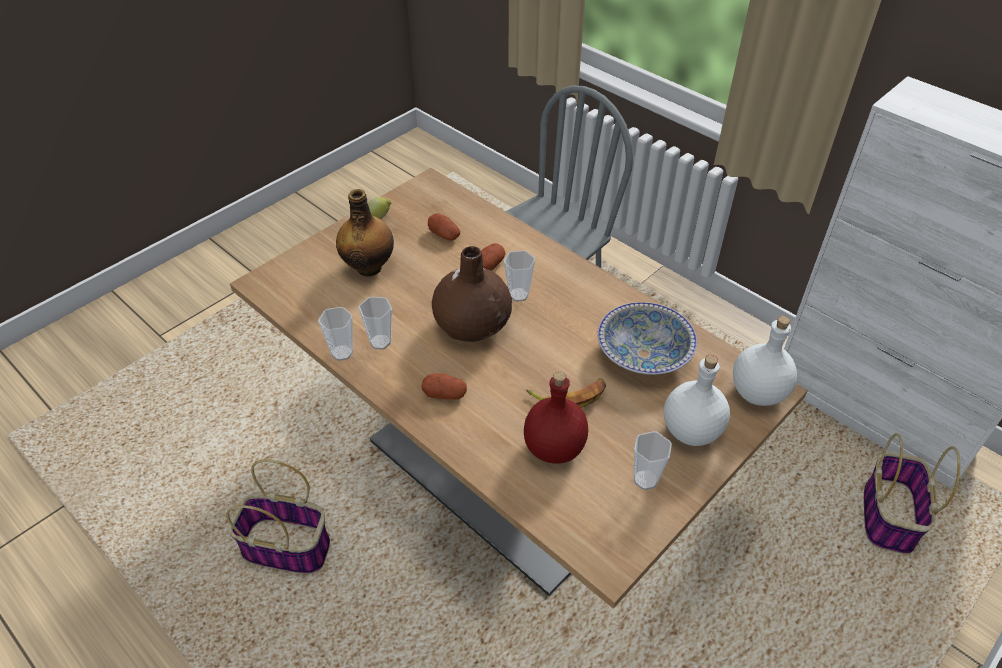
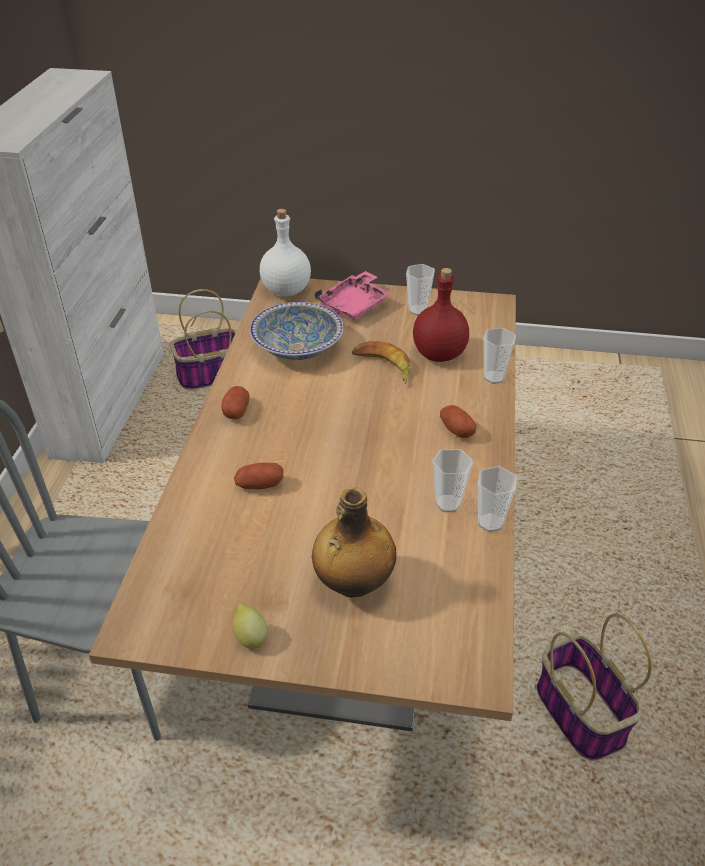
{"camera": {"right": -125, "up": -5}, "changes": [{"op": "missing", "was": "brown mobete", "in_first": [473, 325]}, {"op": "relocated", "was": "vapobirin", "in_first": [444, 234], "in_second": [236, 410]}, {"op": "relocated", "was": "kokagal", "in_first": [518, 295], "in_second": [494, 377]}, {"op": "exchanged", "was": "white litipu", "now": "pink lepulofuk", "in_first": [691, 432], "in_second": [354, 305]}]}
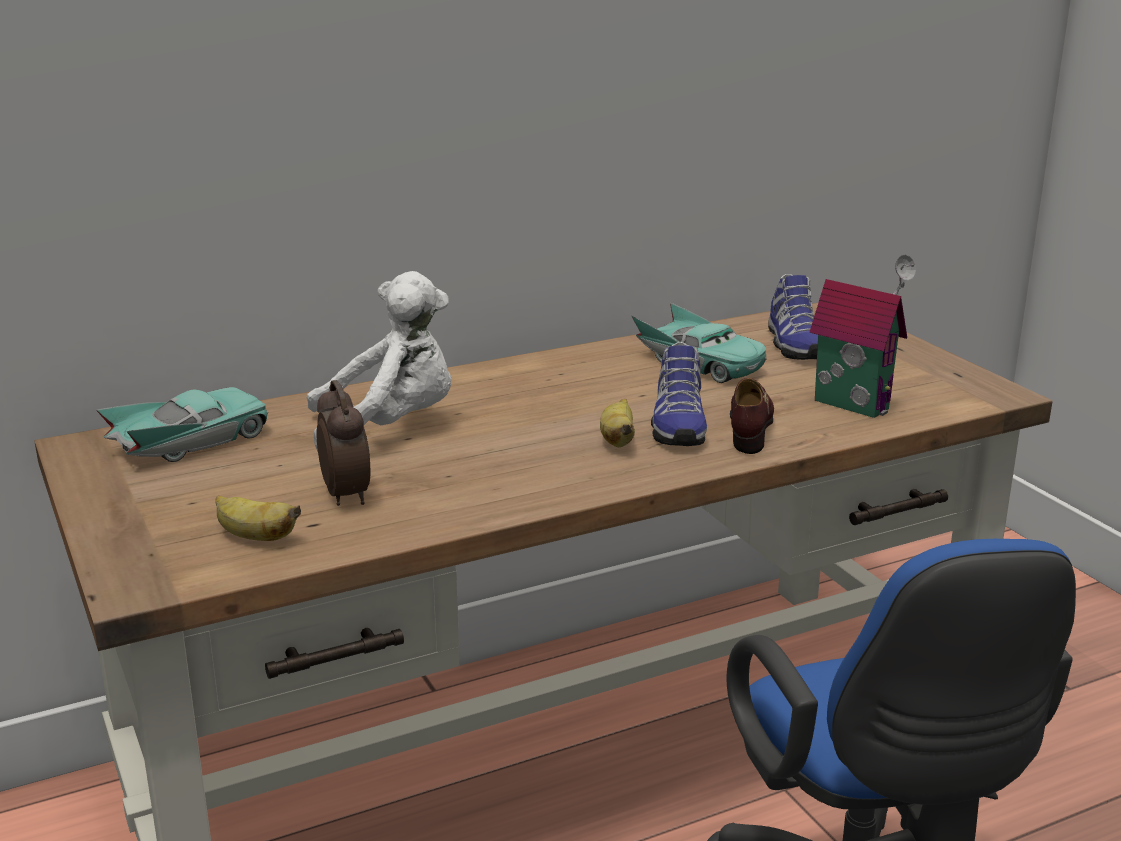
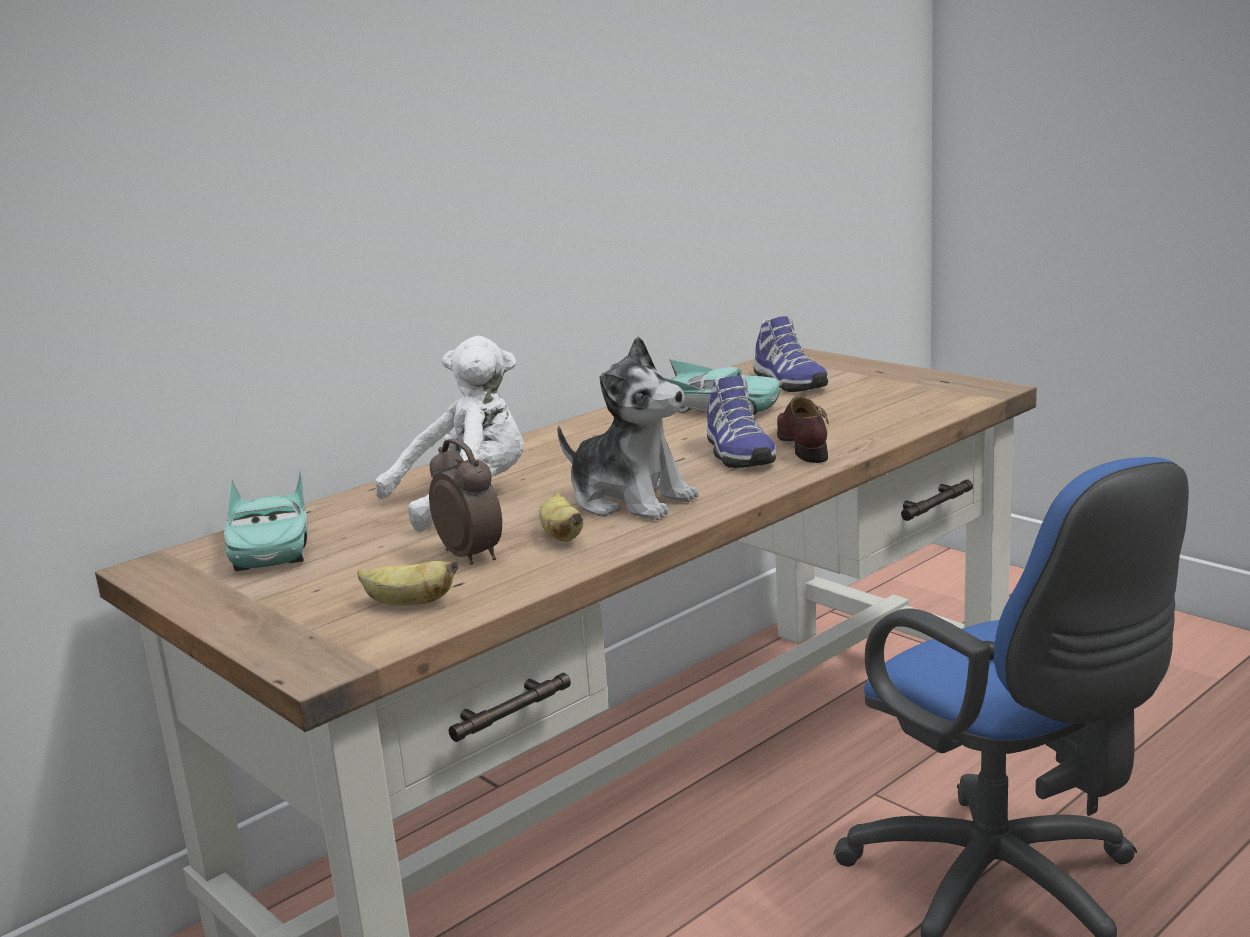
{"camera": {"right": -15, "up": -5}, "changes": [{"op": "missing", "was": "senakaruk", "in_first": [854, 403]}, {"op": "appeared", "now": "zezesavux", "in_second": [630, 500]}, {"op": "relocated", "was": "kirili", "in_first": [618, 440], "in_second": [562, 536]}, {"op": "spun", "was": "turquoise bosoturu", "in_first": [190, 443], "in_second": [271, 545], "clockwise": 135}]}
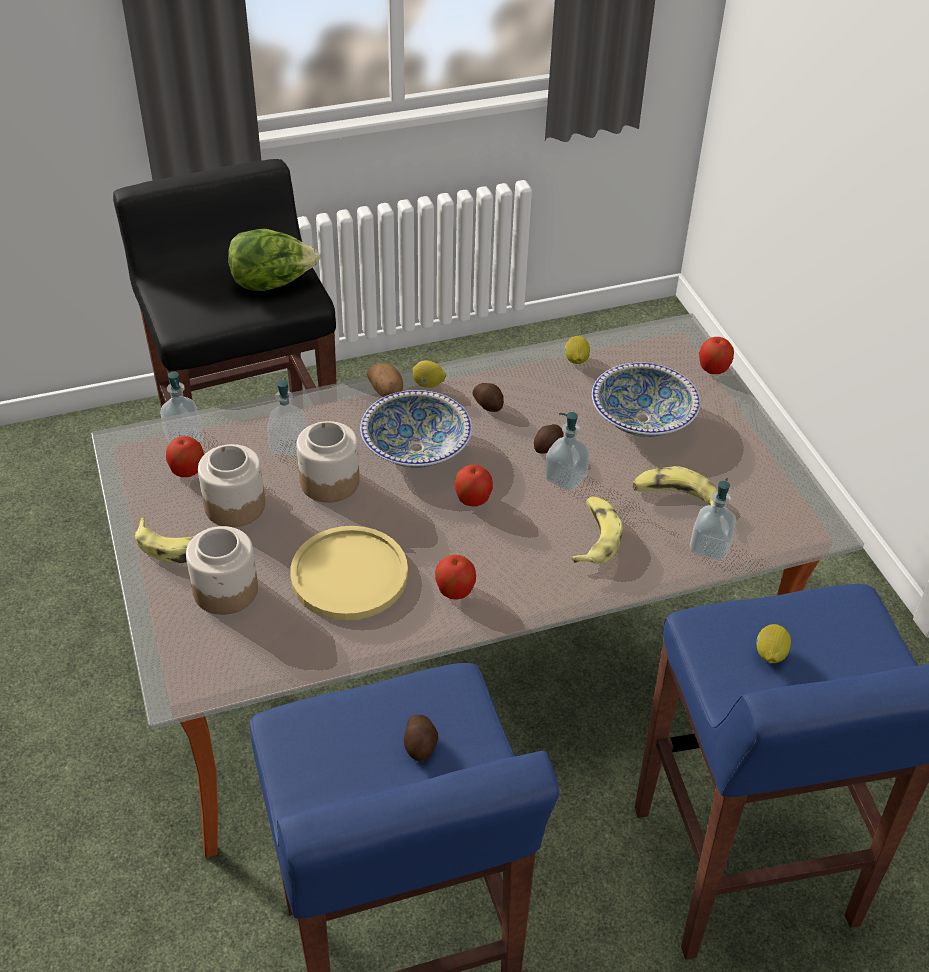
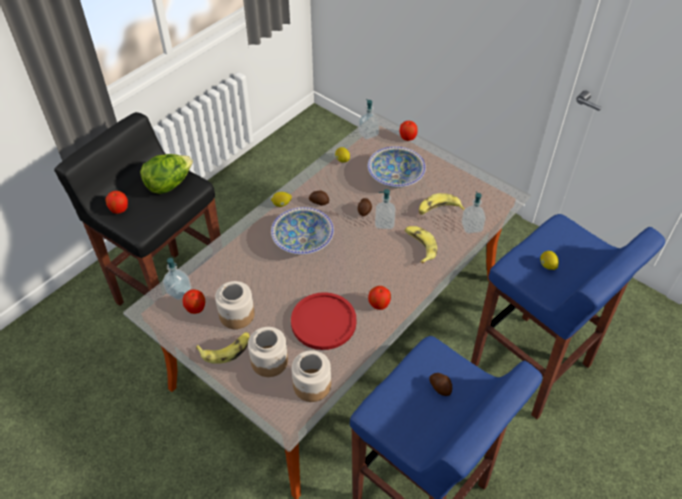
{"camera": {"right": -30, "up": 5}, "changes": [{"op": "missing", "was": "vapobirin", "in_first": [387, 392]}, {"op": "relocated", "was": "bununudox", "in_first": [289, 446], "in_second": [368, 134]}, {"op": "relocated", "was": "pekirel", "in_first": [329, 481], "in_second": [311, 385]}, {"op": "relocated", "was": "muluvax", "in_first": [473, 499], "in_second": [119, 209]}, {"op": "colour", "was": "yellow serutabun", "now": "red serutabun", "in_first": [349, 575], "in_second": [323, 322]}]}
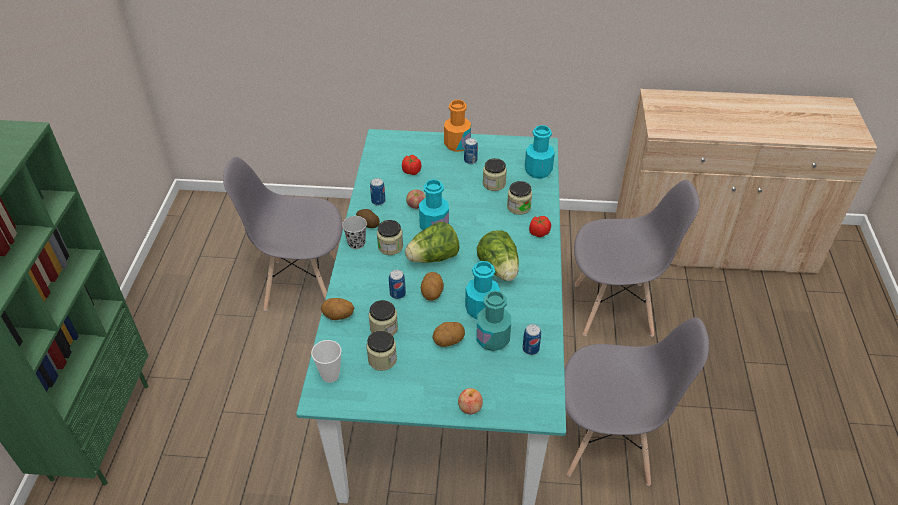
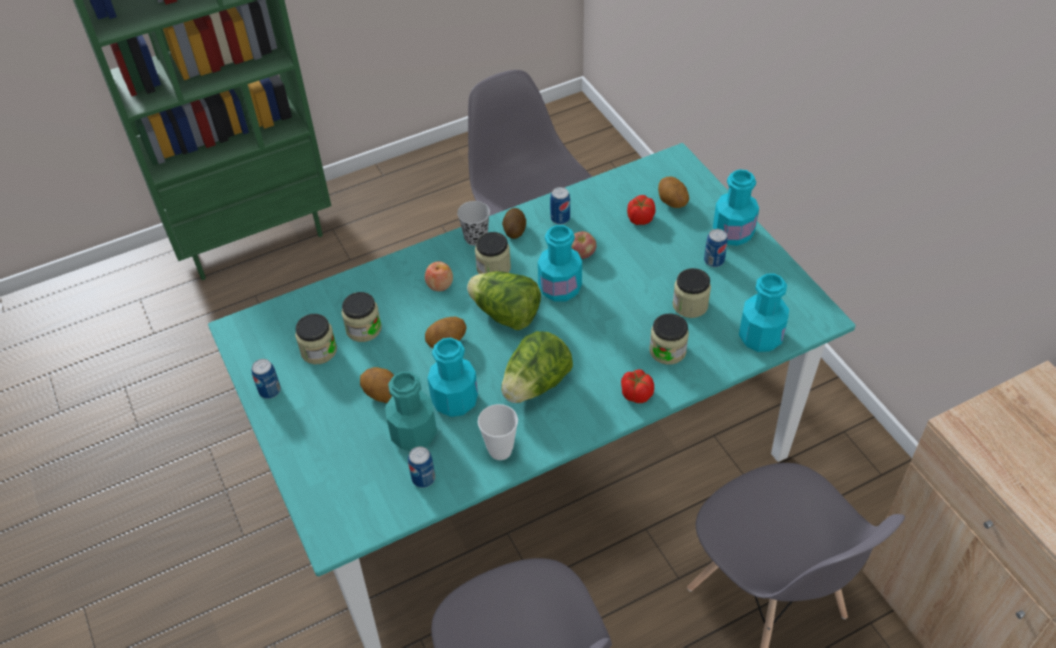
{"camera": {"right": 60, "up": 5}, "changes": [{"op": "relocated", "was": "kokagal", "in_first": [330, 375], "in_second": [500, 450]}, {"op": "relocated", "was": "vapobirin", "in_first": [338, 316], "in_second": [672, 203]}, {"op": "relocated", "was": "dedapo", "in_first": [397, 294], "in_second": [270, 390]}, {"op": "relocated", "was": "muluvax", "in_first": [470, 407], "in_second": [439, 284]}, {"op": "colour", "was": "orange litipu", "now": "turquoise litipu", "in_first": [457, 144], "in_second": [733, 233]}]}
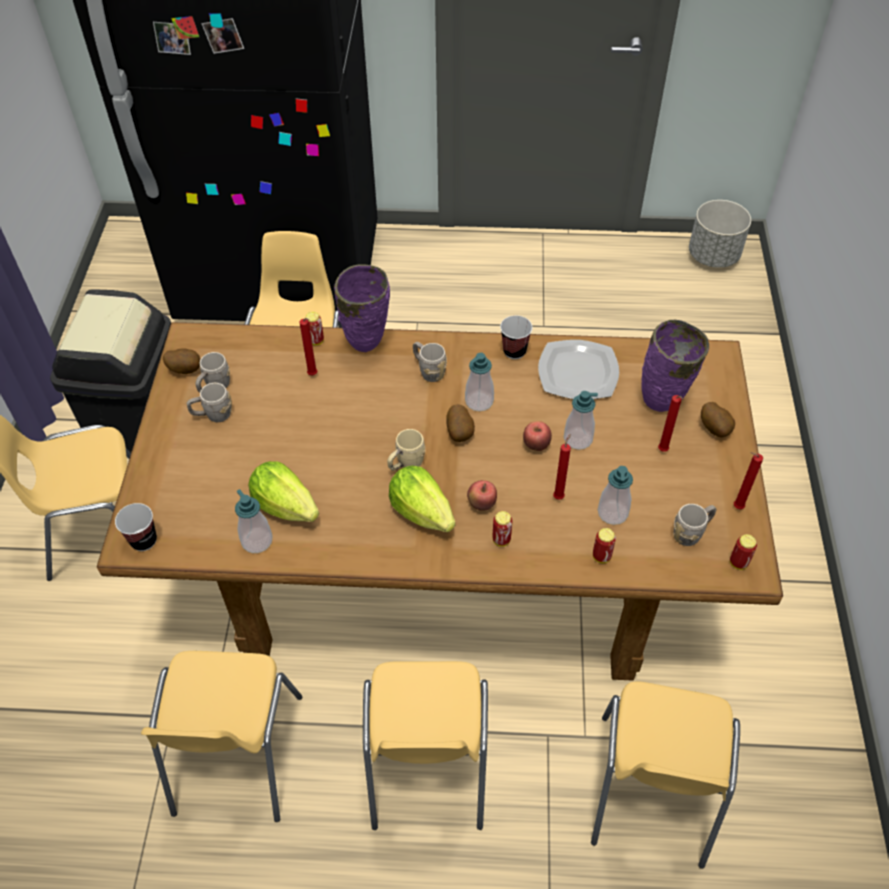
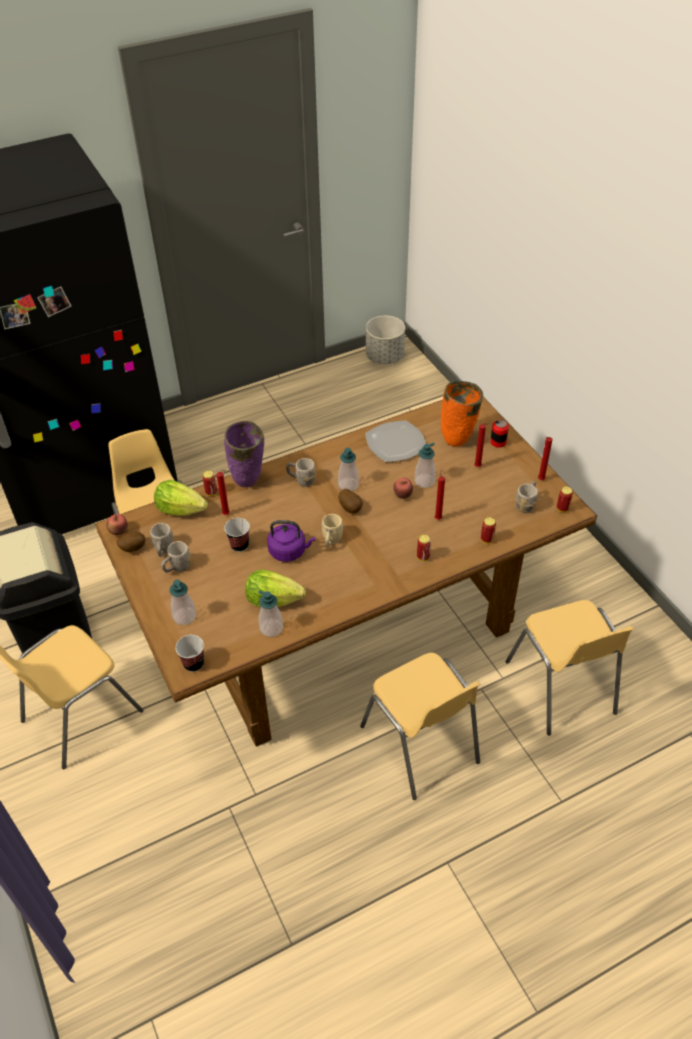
{"camera": {"right": -30, "up": -5}, "changes": [{"op": "missing", "was": "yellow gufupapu", "in_first": [236, 755]}, {"op": "appeared", "now": "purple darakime", "in_second": [289, 551]}, {"op": "relocated", "was": "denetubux", "in_first": [422, 511], "in_second": [180, 509]}, {"op": "relocated", "was": "muluvax", "in_first": [481, 504], "in_second": [119, 532]}, {"op": "relocated", "was": "kokagal", "in_first": [514, 351], "in_second": [239, 545]}, {"op": "relocated", "was": "bununudox", "in_first": [612, 512], "in_second": [184, 616]}, {"op": "exchanged", "was": "vapobirin", "now": "dedapo", "in_first": [715, 429], "in_second": [498, 442]}, {"op": "colour", "was": "purple mobete", "now": "orange mobete", "in_first": [663, 403], "in_second": [458, 440]}]}
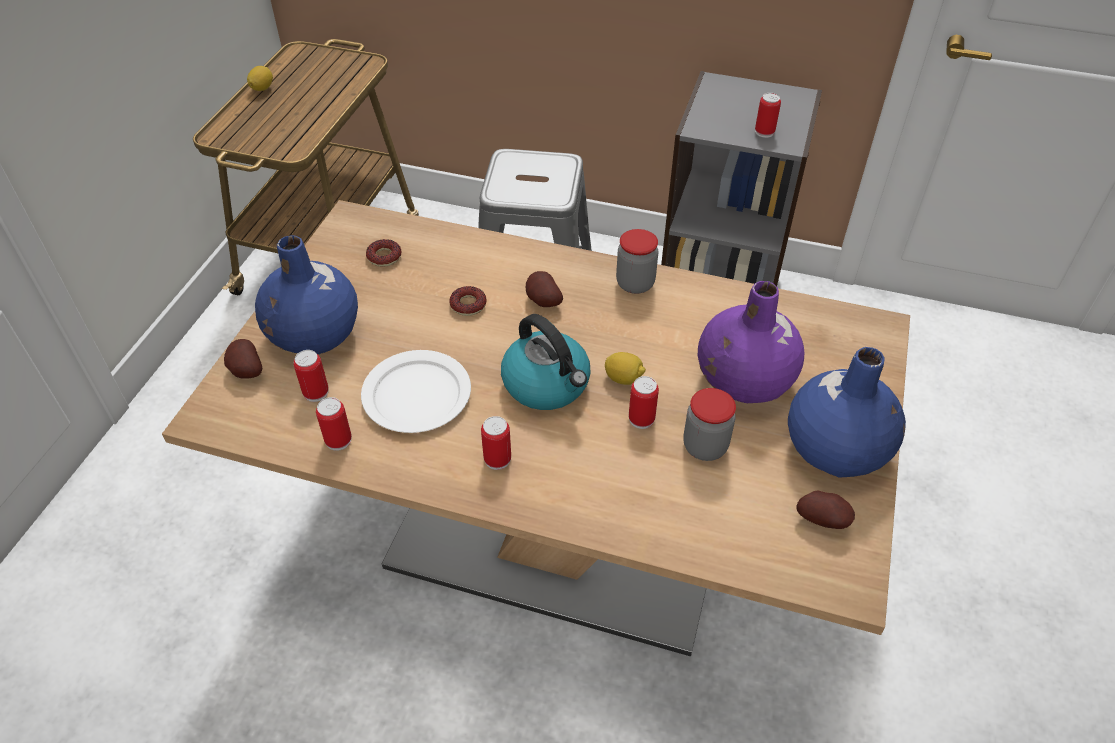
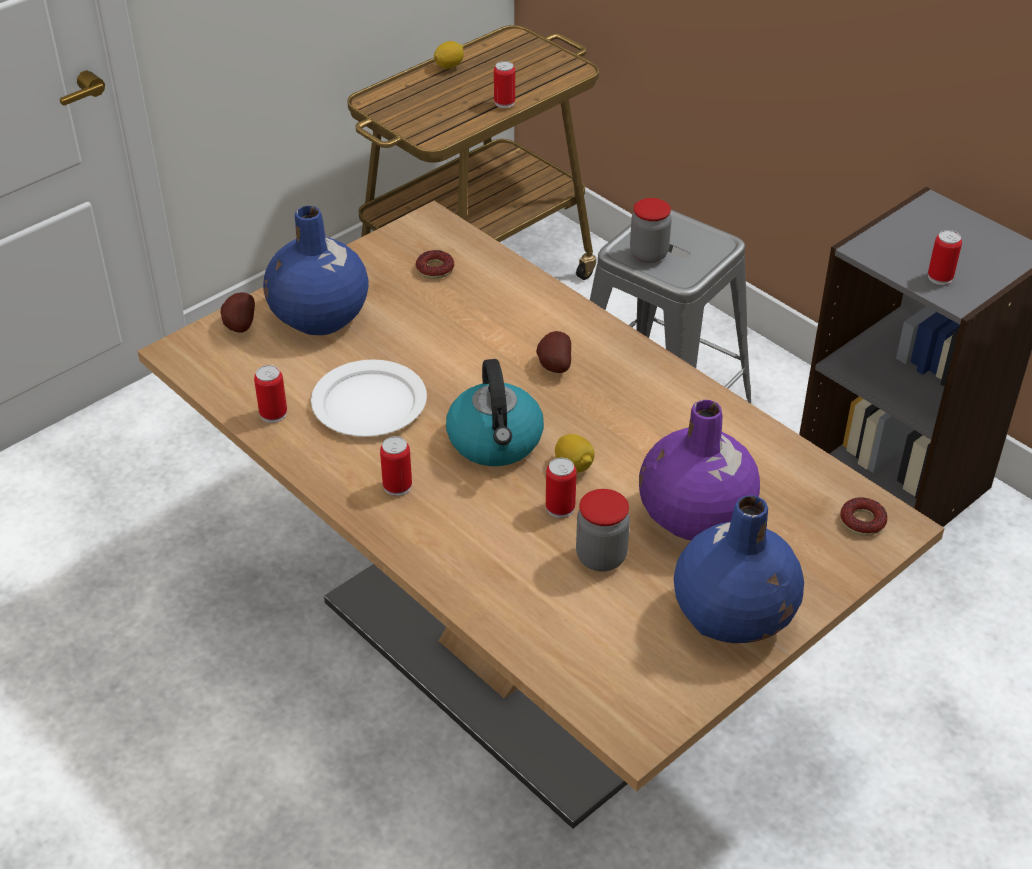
{"camera": {"right": 30, "up": -5}, "changes": [{"op": "missing", "was": "vapobirin", "in_first": [822, 519]}, {"op": "relocated", "was": "dedapo", "in_first": [316, 392], "in_second": [504, 102]}, {"op": "relocated", "was": "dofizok", "in_first": [468, 305], "in_second": [862, 521]}, {"op": "relocated", "was": "pekirel", "in_first": [635, 284], "in_second": [648, 254]}]}
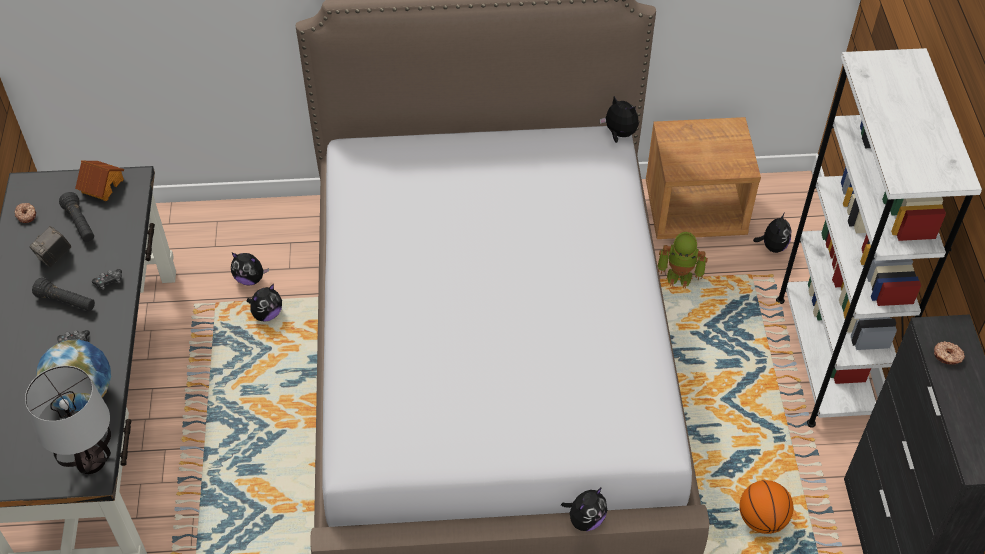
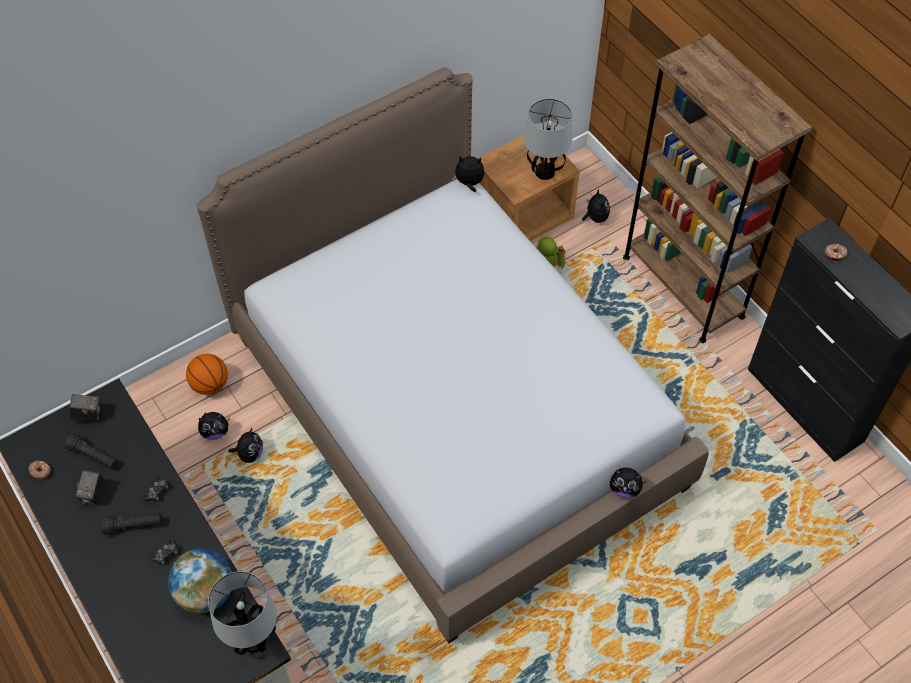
{"camera": {"right": -30, "up": 5}, "changes": [{"op": "appeared", "now": "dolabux", "in_second": [545, 171]}, {"op": "relocated", "was": "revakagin", "in_first": [762, 519], "in_second": [210, 384]}, {"op": "exchanged", "was": "senakaruk", "now": "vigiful", "in_first": [102, 185], "in_second": [87, 415]}, {"op": "colour", "was": "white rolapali", "now": "brown rolapali", "in_first": [825, 358], "in_second": [683, 286]}, {"op": "spun", "was": "zezesavux", "in_first": [585, 519], "in_second": [624, 489], "clockwise": 90}]}
